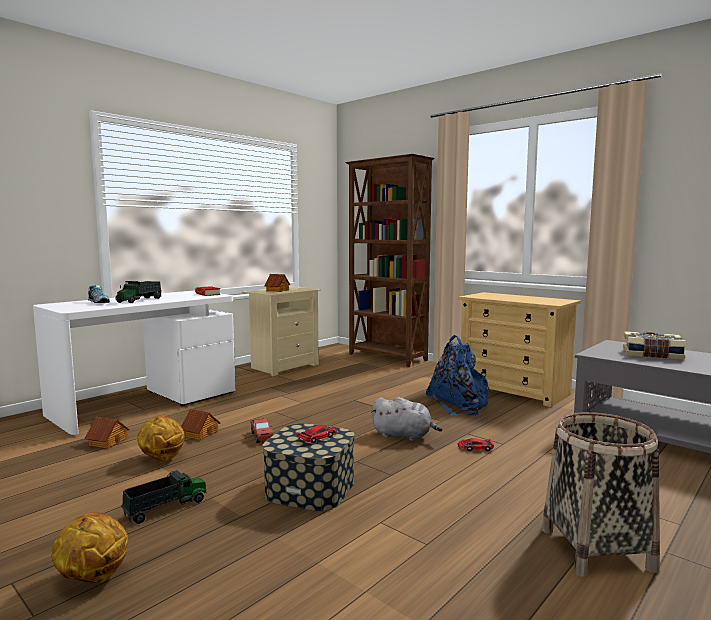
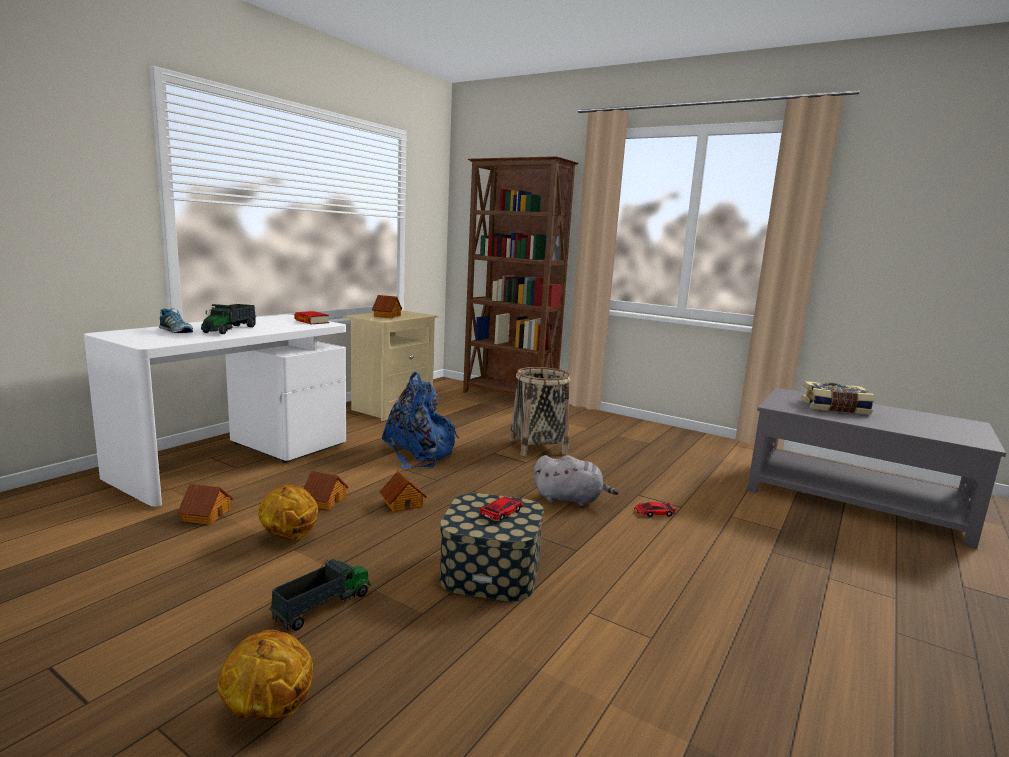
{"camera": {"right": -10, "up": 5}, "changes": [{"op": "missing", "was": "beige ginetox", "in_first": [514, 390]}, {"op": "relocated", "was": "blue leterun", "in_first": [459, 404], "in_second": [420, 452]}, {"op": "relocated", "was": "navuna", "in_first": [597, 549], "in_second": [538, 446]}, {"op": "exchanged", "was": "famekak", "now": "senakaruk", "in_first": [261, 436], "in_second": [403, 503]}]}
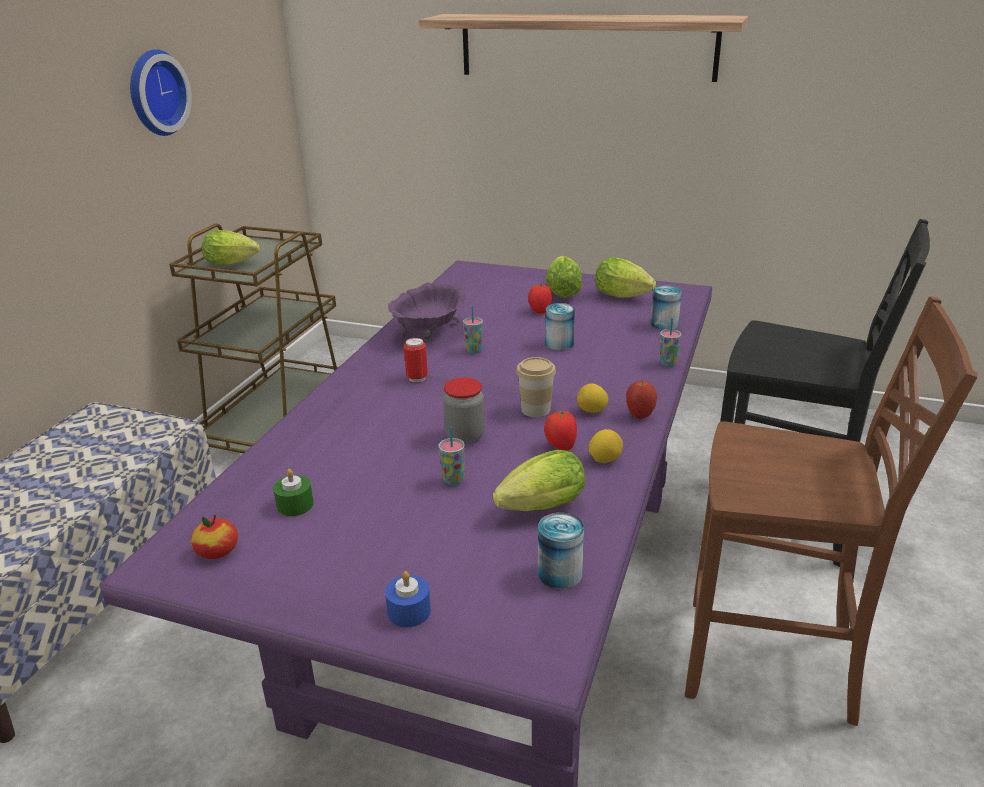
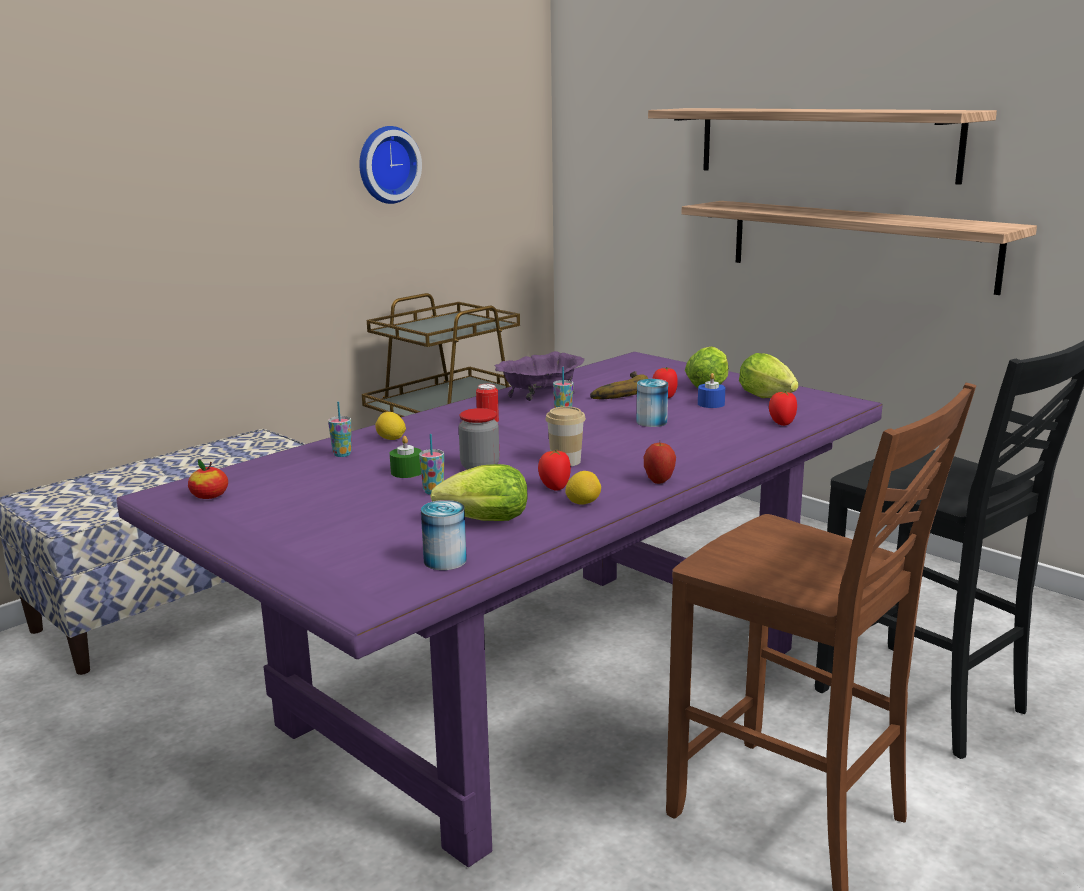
{"camera": {"right": 25, "up": -10}, "changes": [{"op": "missing", "was": "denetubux", "in_first": [234, 263]}, {"op": "appeared", "now": "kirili", "in_second": [616, 391]}, {"op": "appeared", "now": "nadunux", "in_second": [859, 244]}, {"op": "relocated", "was": "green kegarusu", "in_first": [295, 505], "in_second": [406, 472]}, {"op": "relocated", "was": "blue kegarusu", "in_first": [409, 611], "in_second": [711, 404]}, {"op": "relocated", "was": "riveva", "in_first": [592, 411], "in_second": [391, 439]}, {"op": "relocated", "was": "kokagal", "in_first": [668, 364], "in_second": [342, 454]}, {"op": "exchanged", "was": "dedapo", "now": "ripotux", "in_first": [664, 324], "in_second": [781, 423]}]}
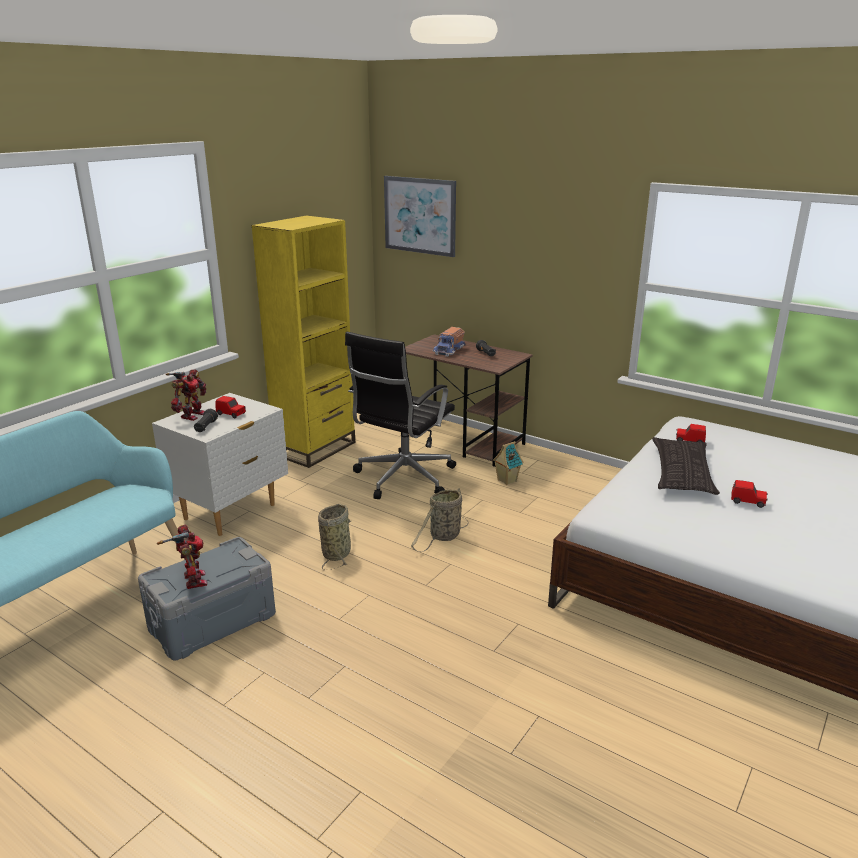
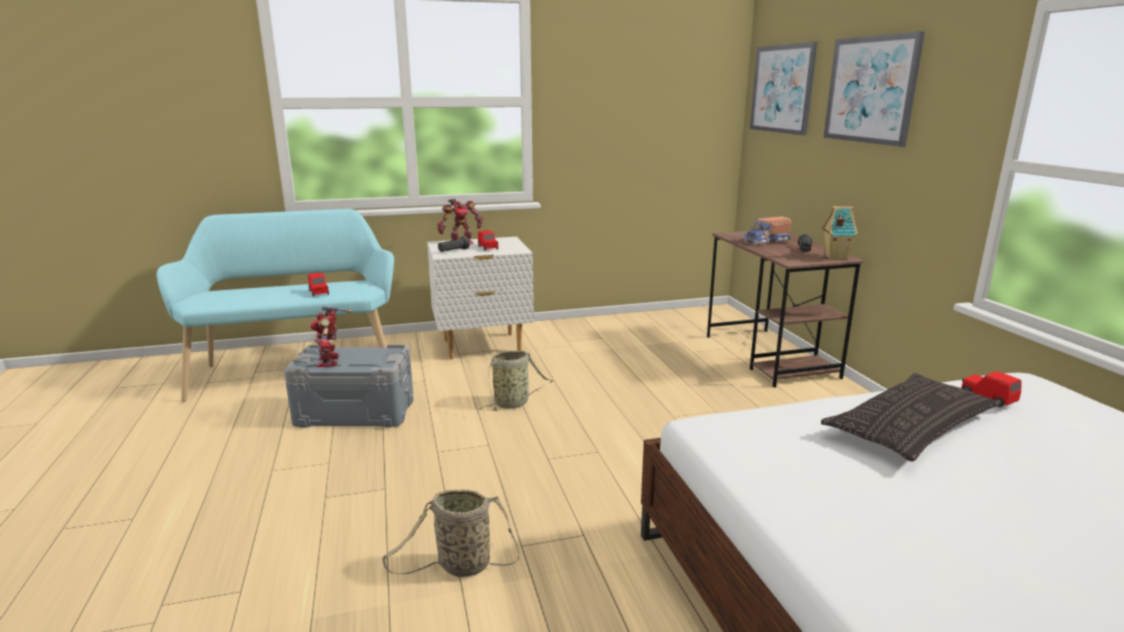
{"camera": {"right": 40, "up": -5}, "changes": [{"op": "missing", "was": "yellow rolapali", "in_first": [315, 448]}, {"op": "missing", "was": "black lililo", "in_first": [402, 478]}, {"op": "appeared", "now": "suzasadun", "in_second": [870, 90]}, {"op": "relocated", "was": "navuna", "in_first": [443, 537], "in_second": [460, 566]}, {"op": "relocated", "was": "senakaruk", "in_first": [506, 480], "in_second": [834, 257]}, {"op": "relocated", "was": "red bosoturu", "in_first": [748, 501], "in_second": [319, 292]}, {"op": "spun", "was": "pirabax", "in_first": [192, 580], "in_second": [330, 361], "clockwise": 150}]}
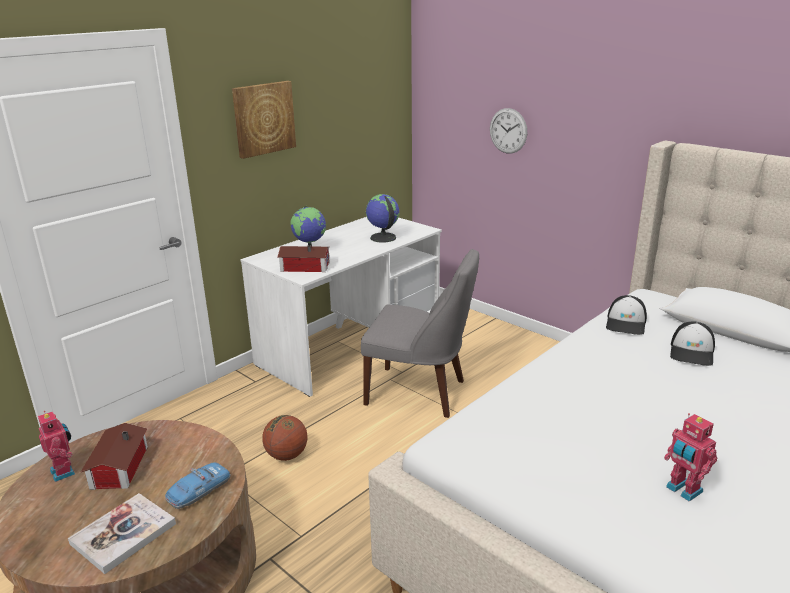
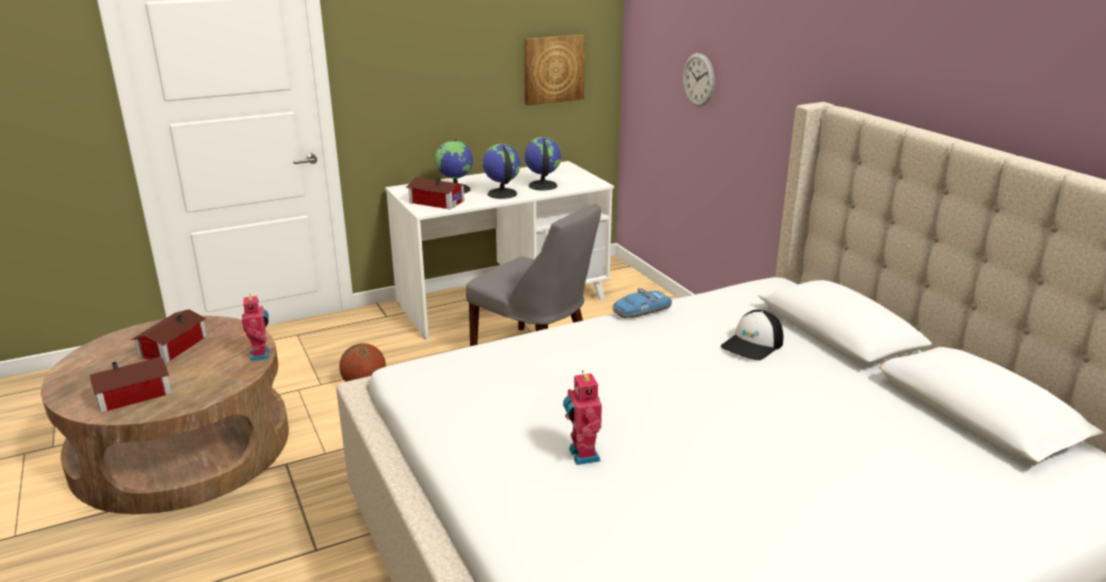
{"camera": {"right": 20, "up": 0}, "changes": [{"op": "missing", "was": "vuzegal", "in_first": [626, 323]}, {"op": "appeared", "now": "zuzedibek", "in_second": [501, 194]}, {"op": "relocated", "was": "pirabax", "in_first": [64, 471], "in_second": [261, 355]}, {"op": "relocated", "was": "bosoturu", "in_first": [199, 491], "in_second": [641, 311]}, {"op": "relocated", "was": "suzasadun", "in_first": [263, 118], "in_second": [553, 69]}, {"op": "exchanged", "was": "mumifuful", "now": "senakaruk", "in_first": [123, 534], "in_second": [136, 394]}]}
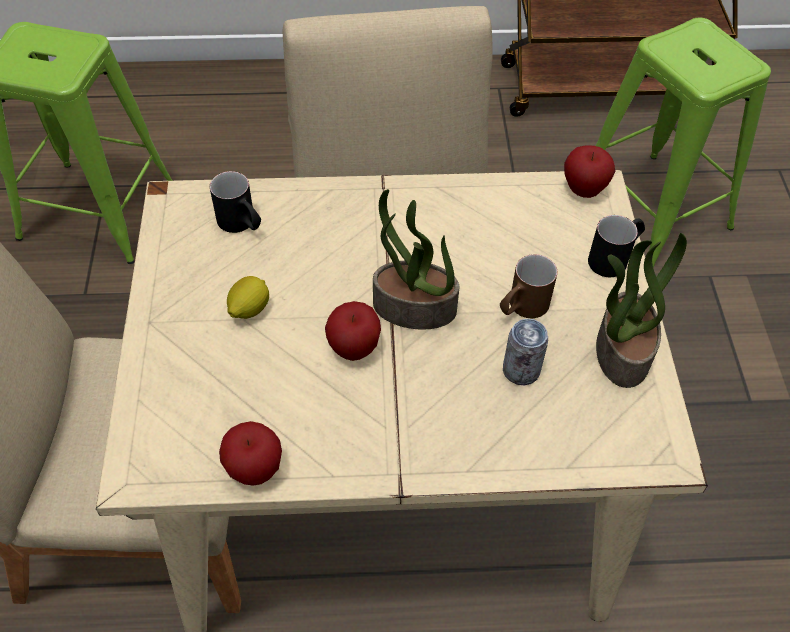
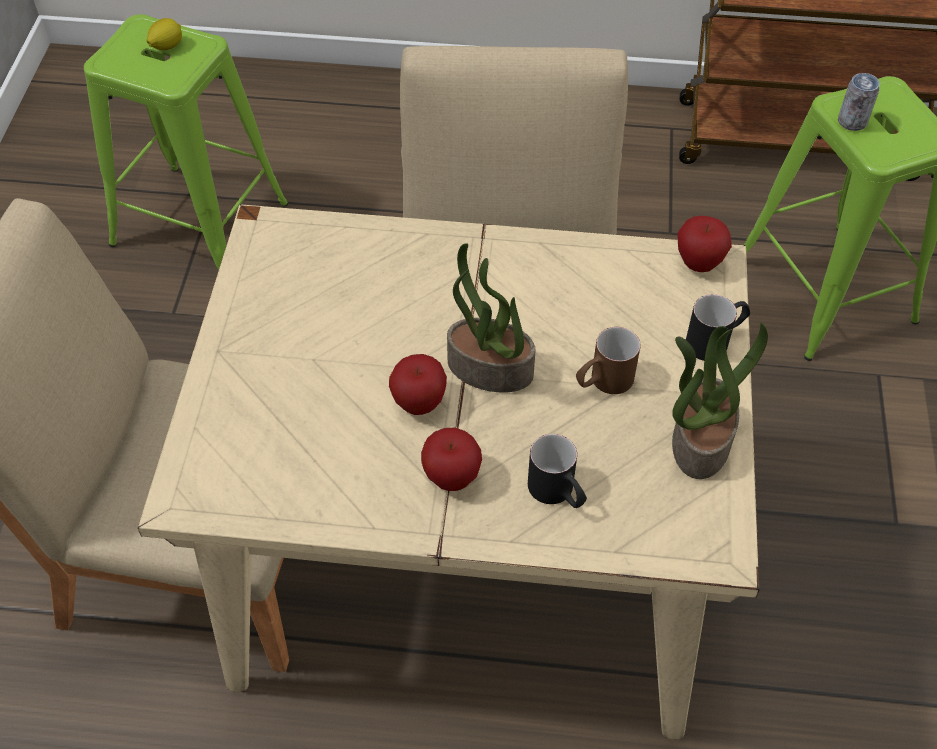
{"camera": {"right": 10, "up": 0}, "changes": [{"op": "relocated", "was": "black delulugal", "in_first": [242, 224], "in_second": [557, 494]}, {"op": "relocated", "was": "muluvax", "in_first": [255, 470], "in_second": [451, 477]}, {"op": "relocated", "was": "riveva", "in_first": [249, 309], "in_second": [167, 47]}, {"op": "relocated", "was": "dedapo", "in_first": [521, 370], "in_second": [852, 122]}]}
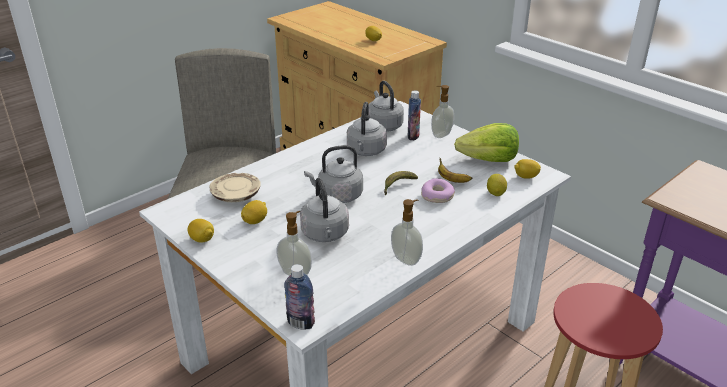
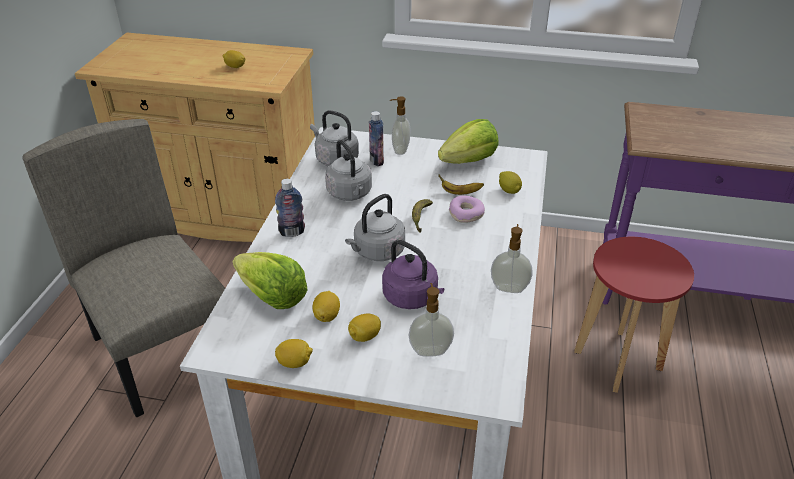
{"camera": {"right": -35, "up": 5}, "changes": [{"op": "relocated", "was": "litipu", "in_first": [301, 323], "in_second": [292, 232]}, {"op": "relocated", "was": "riveva", "in_first": [525, 177], "in_second": [364, 337]}, {"op": "exchanged", "was": "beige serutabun", "now": "denetubux", "in_first": [236, 195], "in_second": [272, 297]}, {"op": "colour", "was": "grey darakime", "now": "purple darakime", "in_first": [325, 235], "in_second": [412, 298]}]}
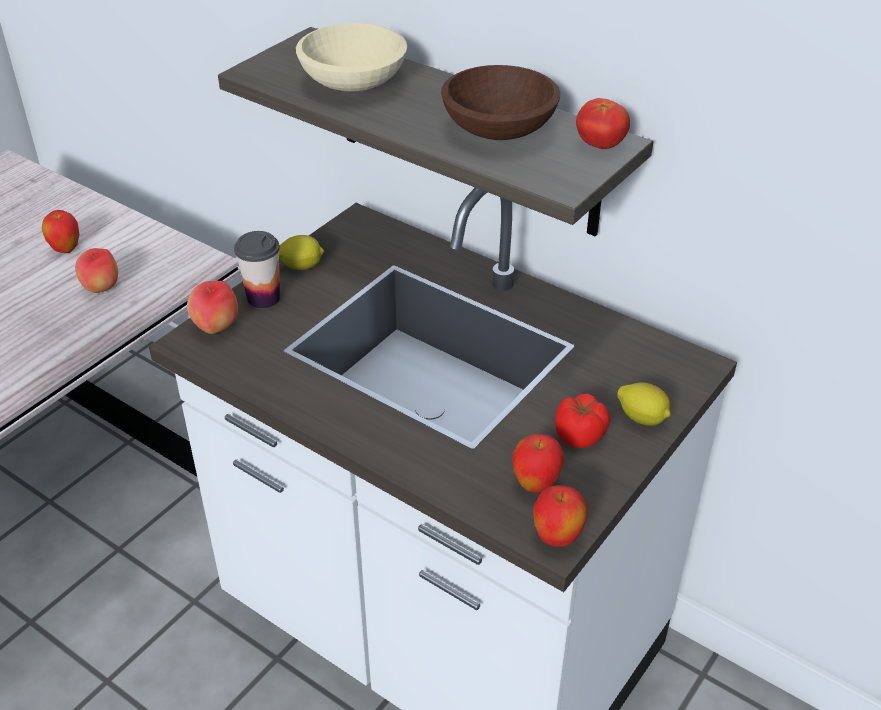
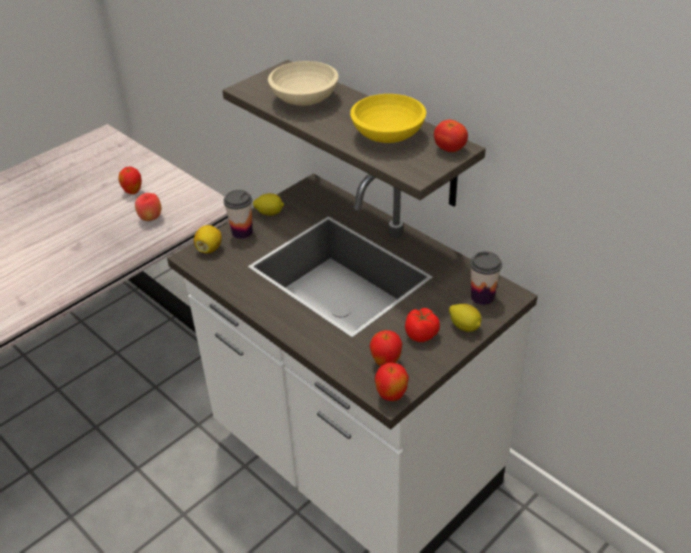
{"camera": {"right": 10, "up": 0}, "changes": [{"op": "appeared", "now": "kokagal", "in_second": [482, 297]}, {"op": "exchanged", "was": "muluvax", "now": "riveva", "in_first": [216, 328], "in_second": [209, 249]}, {"op": "colour", "was": "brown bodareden", "now": "yellow bodareden", "in_first": [501, 129], "in_second": [389, 135]}]}
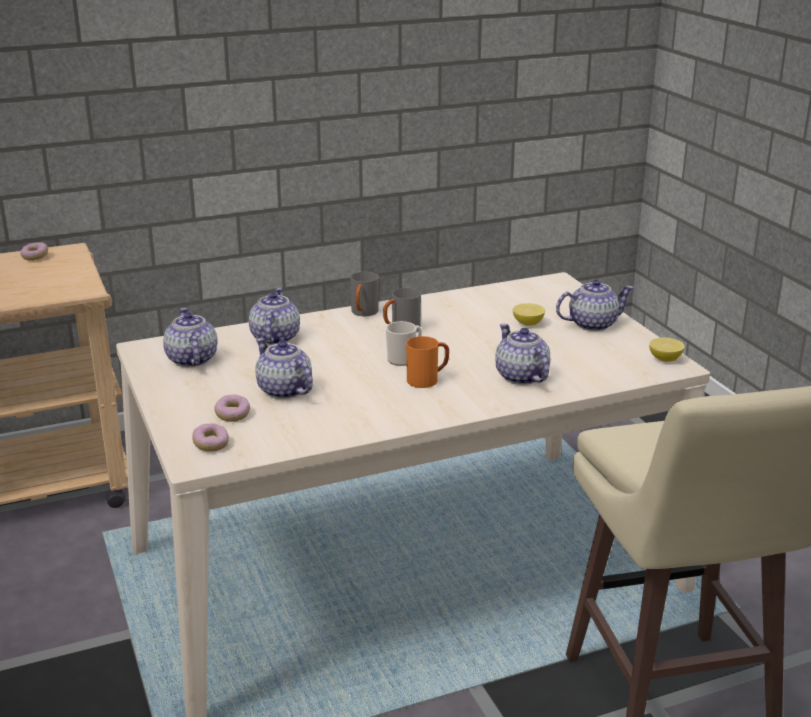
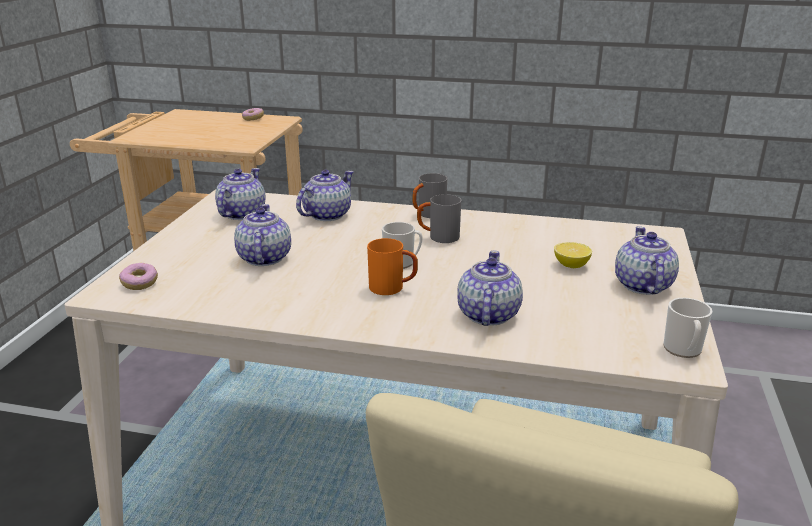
{"camera": {"right": 35, "up": 0}, "changes": [{"op": "missing", "was": "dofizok", "in_first": [232, 415]}, {"op": "exchanged", "was": "riveva", "now": "delulugal", "in_first": [665, 359], "in_second": [683, 350]}, {"op": "spun", "was": "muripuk", "in_first": [592, 324], "in_second": [642, 286], "clockwise": -105}]}
